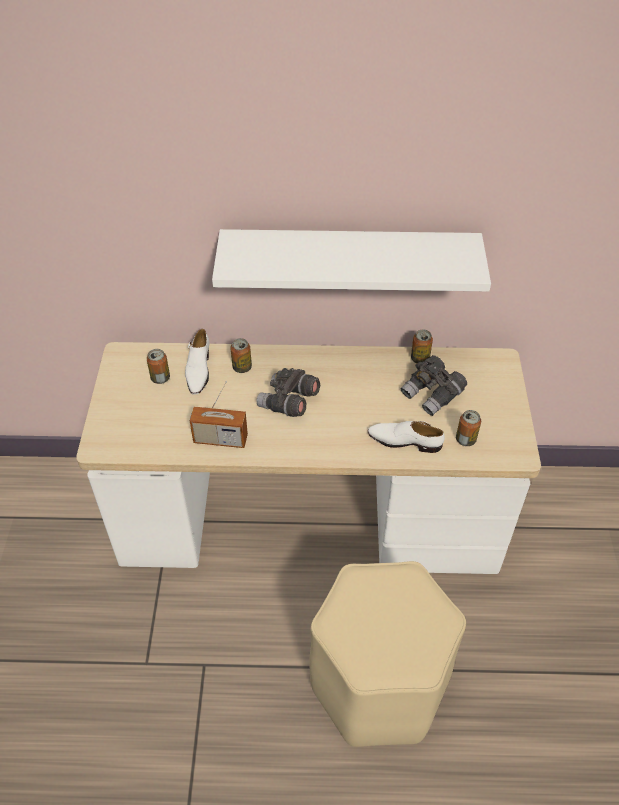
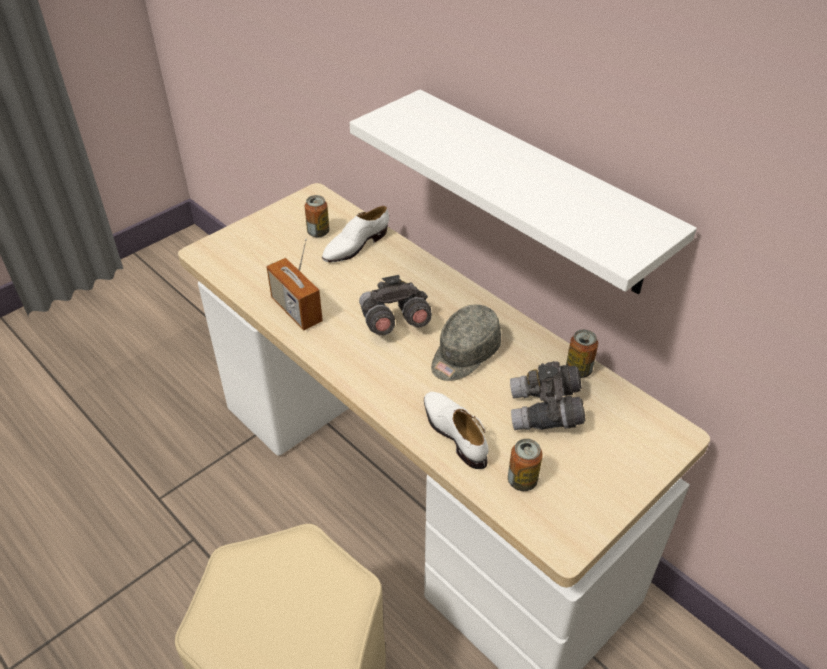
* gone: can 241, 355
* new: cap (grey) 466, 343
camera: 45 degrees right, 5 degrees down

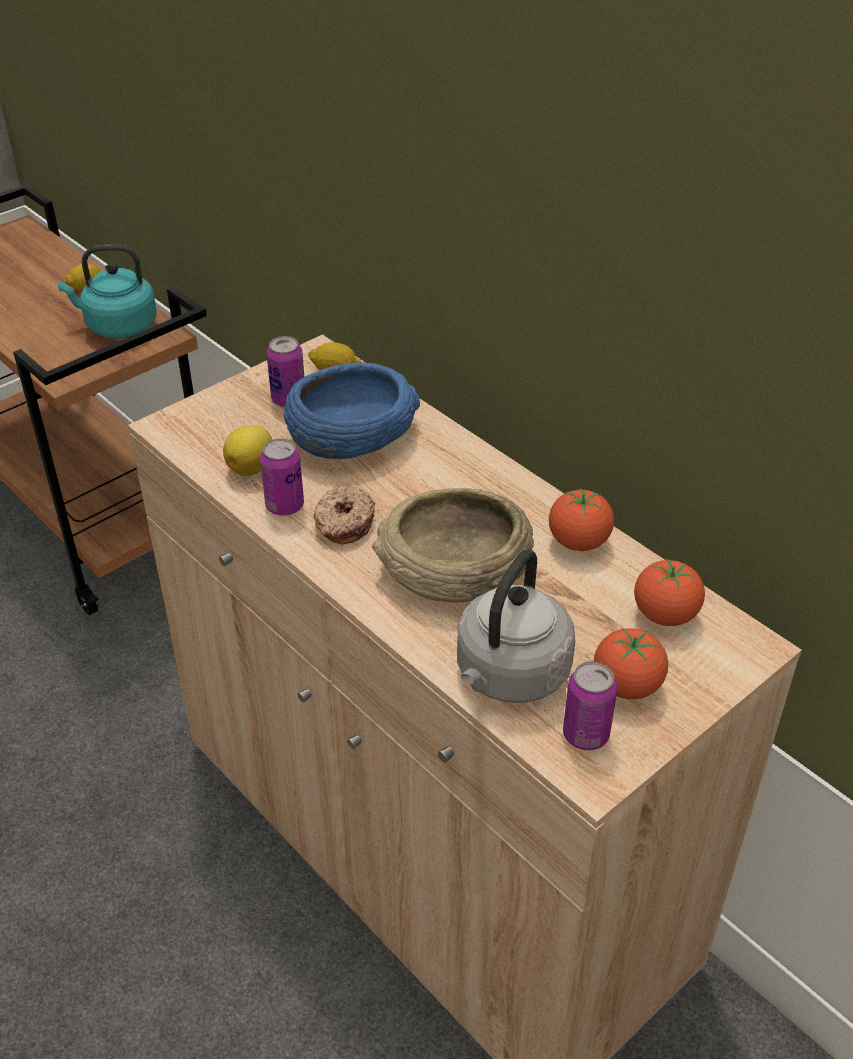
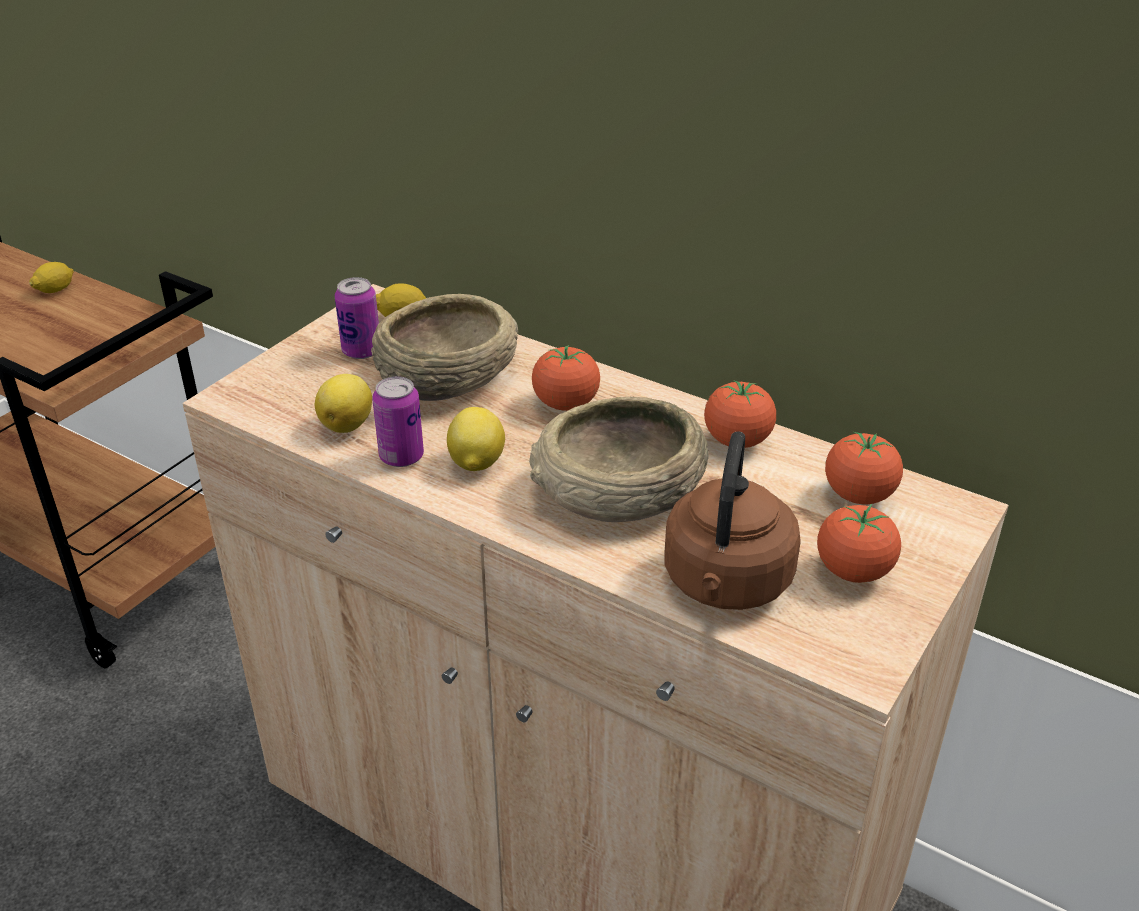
* gone: kettle (turquoise) 107, 291
* gone: can 590, 705
* new: tomato 566, 378
* swapped: donut 344, 515 to lemon 476, 439
* repainted: bowl (blue) 351, 411 to bowl (beige) 444, 347
* repainted: kettle (grey) 516, 626 to kettle (brown) 732, 520
camera: 15 degrees left, 5 degrees down

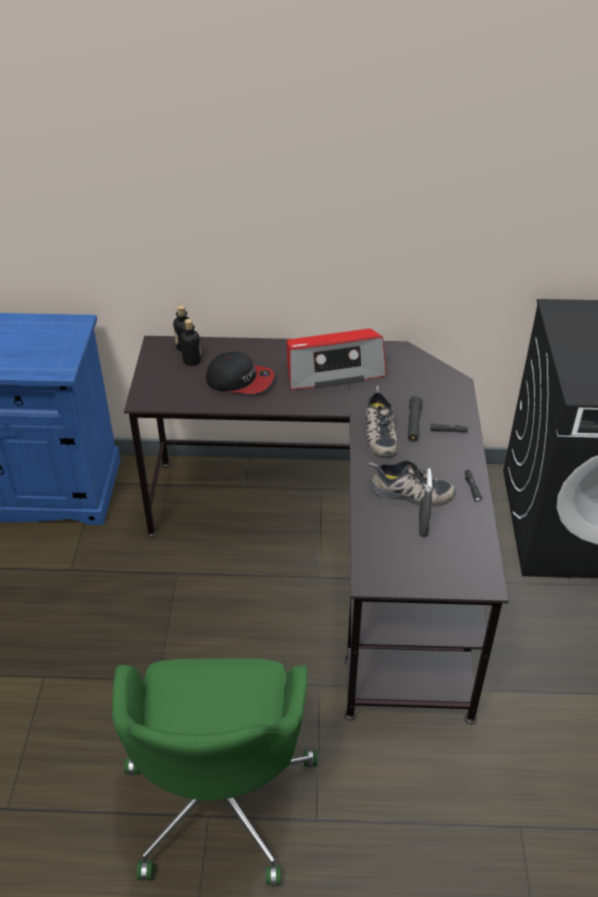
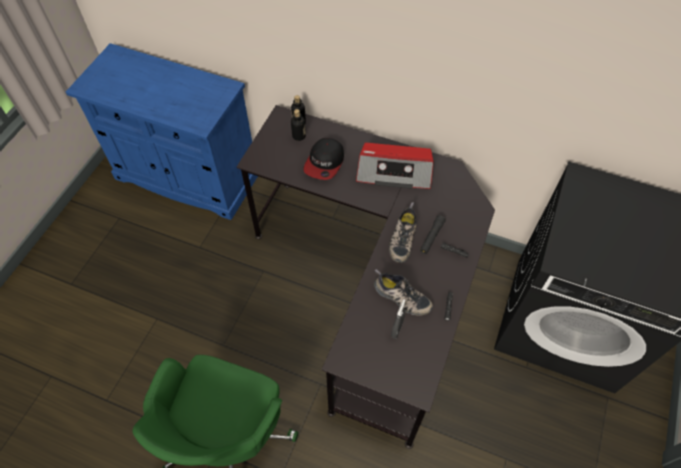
* rotated: cap 240, 372 = 323, 159 75 degrees clockwise
camera: 20 degrees right, 15 degrees up

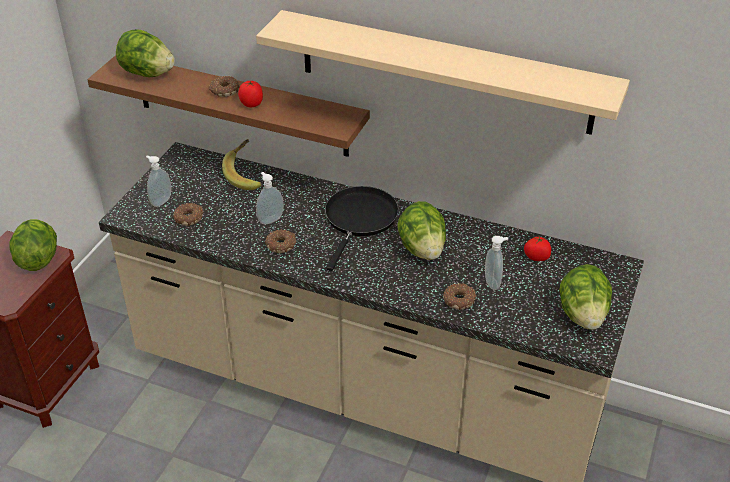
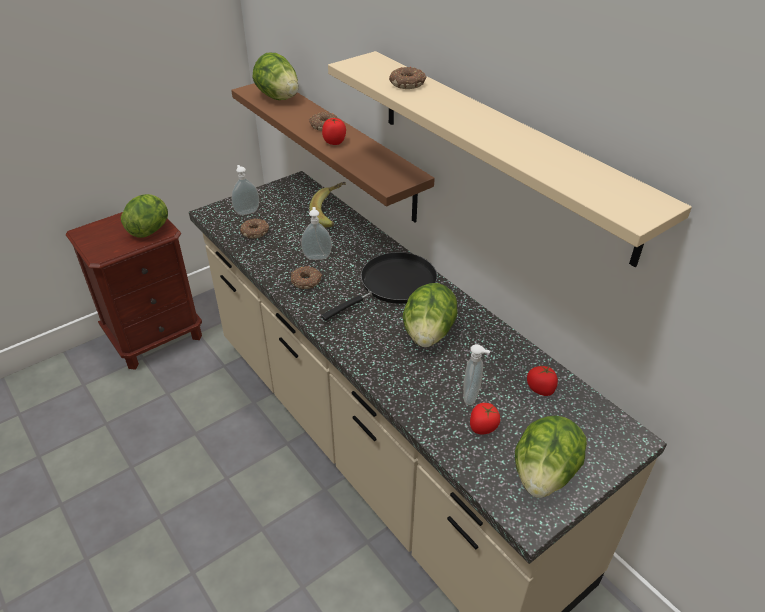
* new: tomato 485, 418
* shifted: donut 460, 296 to 407, 78
camera: 30 degrees right, 0 degrees up

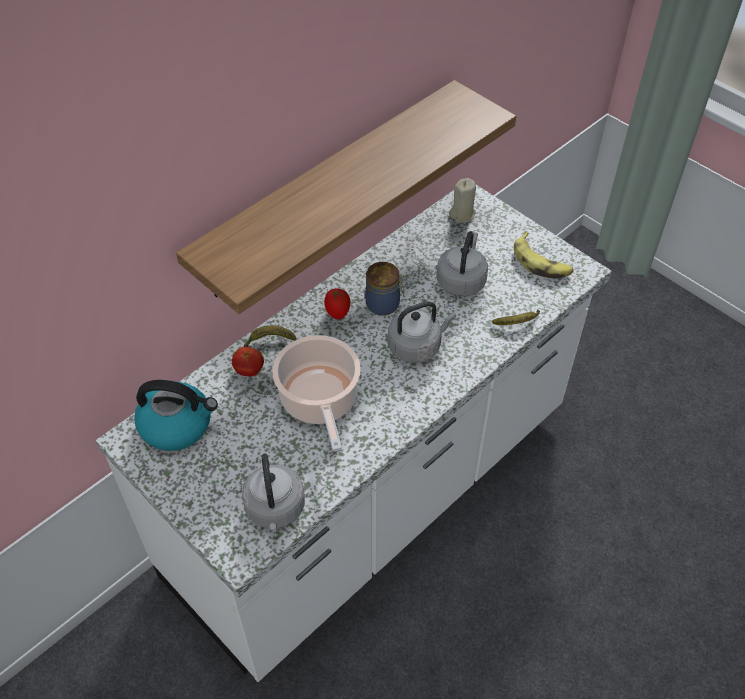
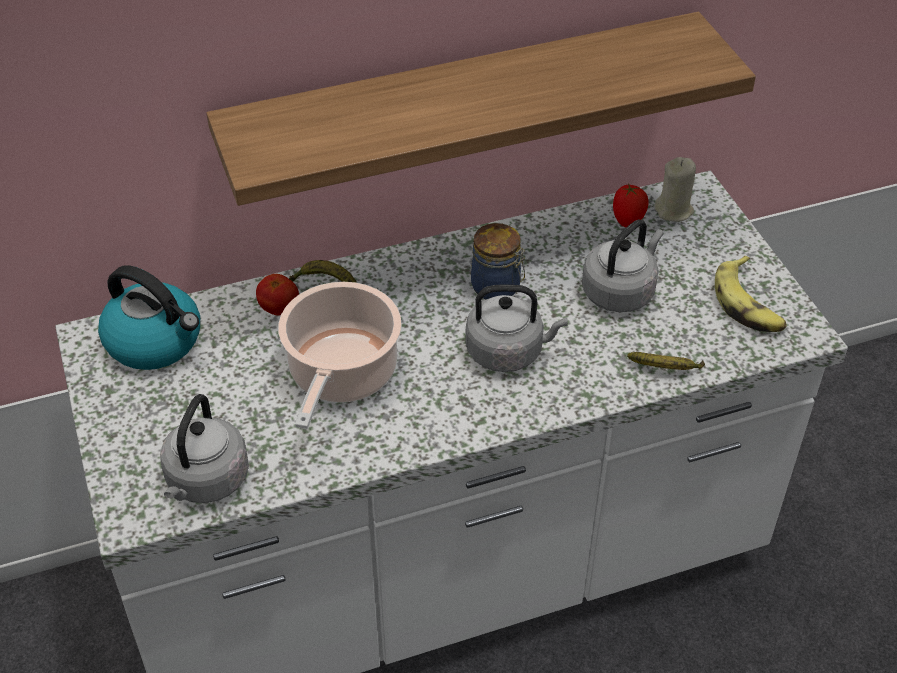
* shifted: tomato 337, 303 to 630, 205
camera: 25 degrees right, 5 degrees down

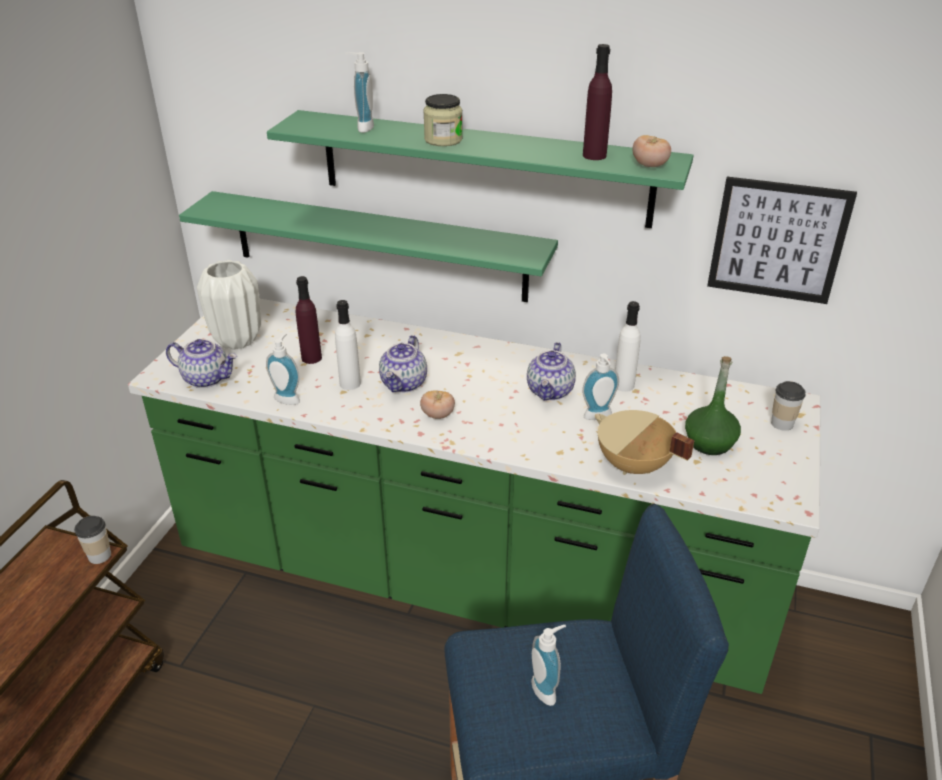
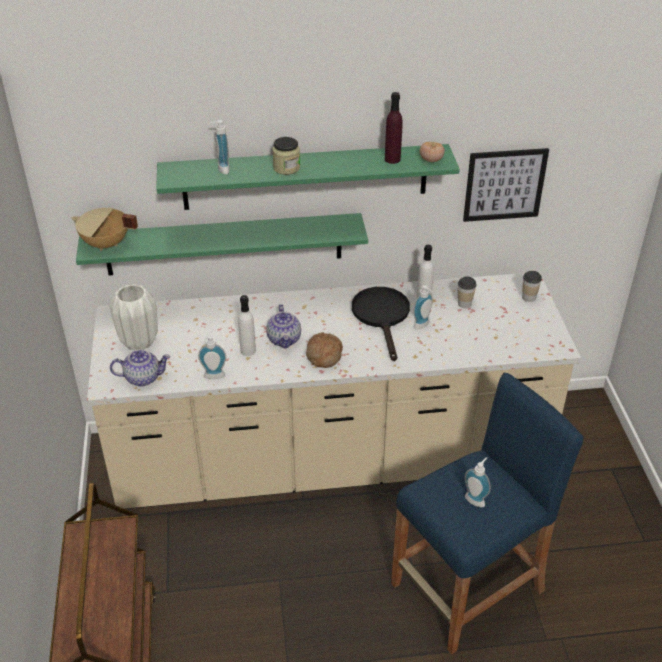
* gone: bottle (purple) 309, 320
* gone: bottle (green) 713, 405
* shifted: cup 92, 540 to 467, 292
* shifted: cooking pot (beige) 645, 442 to 105, 229
* swapped: tomato 437, 404 to bread 324, 350
* swapped: teapot 551, 371 to frying pan (black) 381, 324
* repainted: counter (green) 474, 496 to counter (beige) 334, 390
camera: 25 degrees left, 5 degrees up

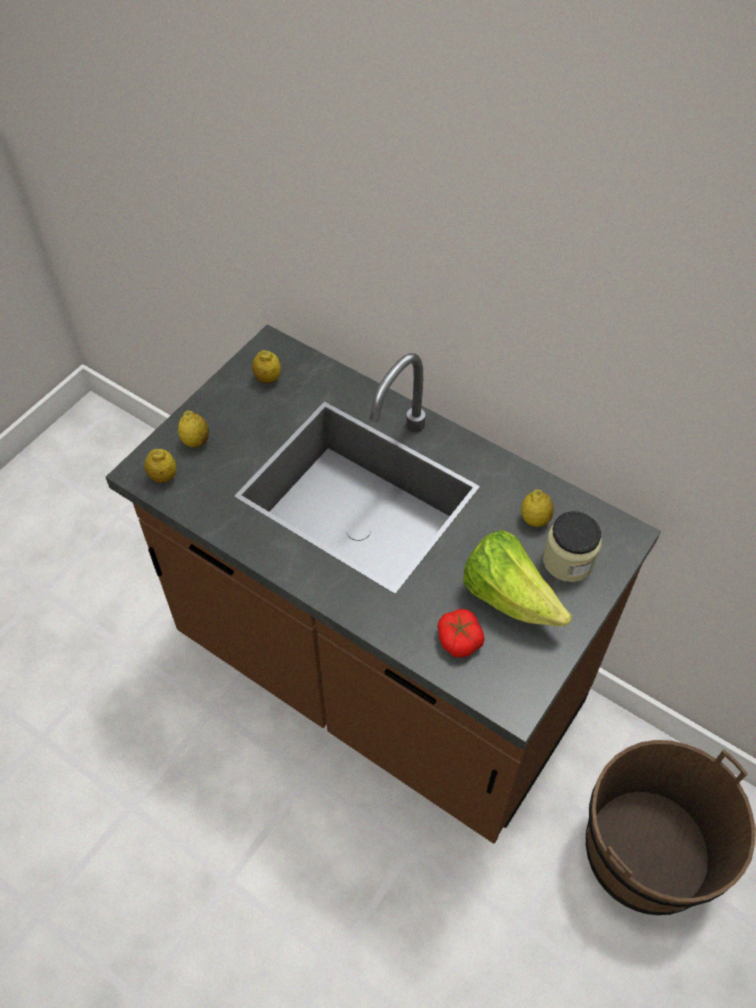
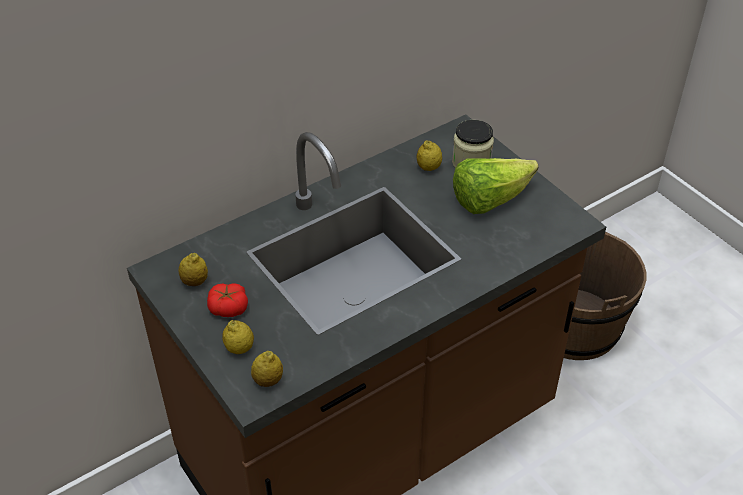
* shifted: tomato 461, 633 to 227, 300
camera: 70 degrees left, 10 degrees down

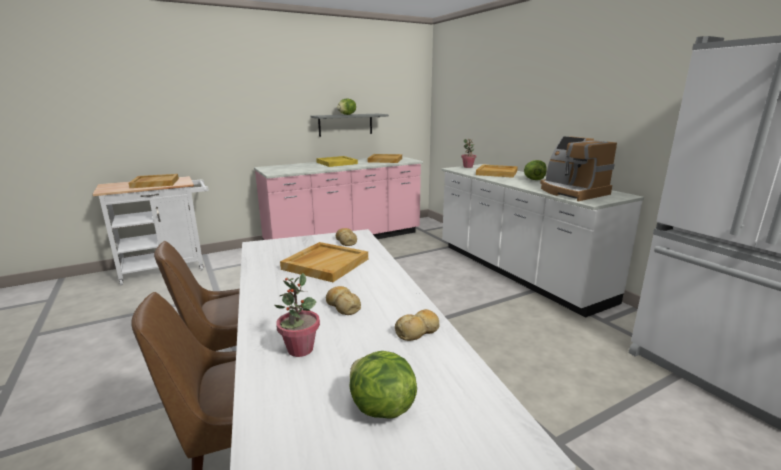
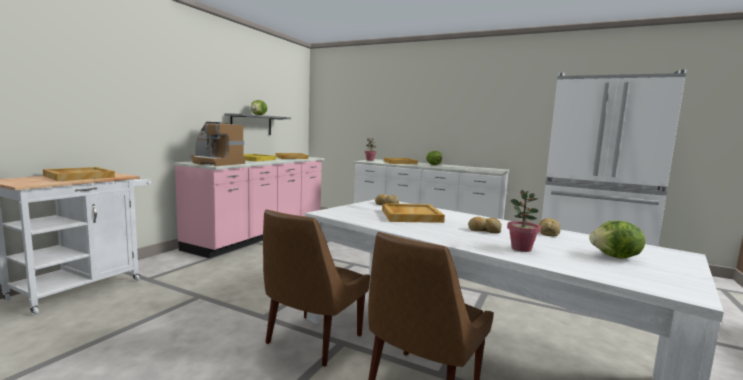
* shifted: coffee machine 578, 168 to 218, 144
camera: 35 degrees left, 10 degrees down

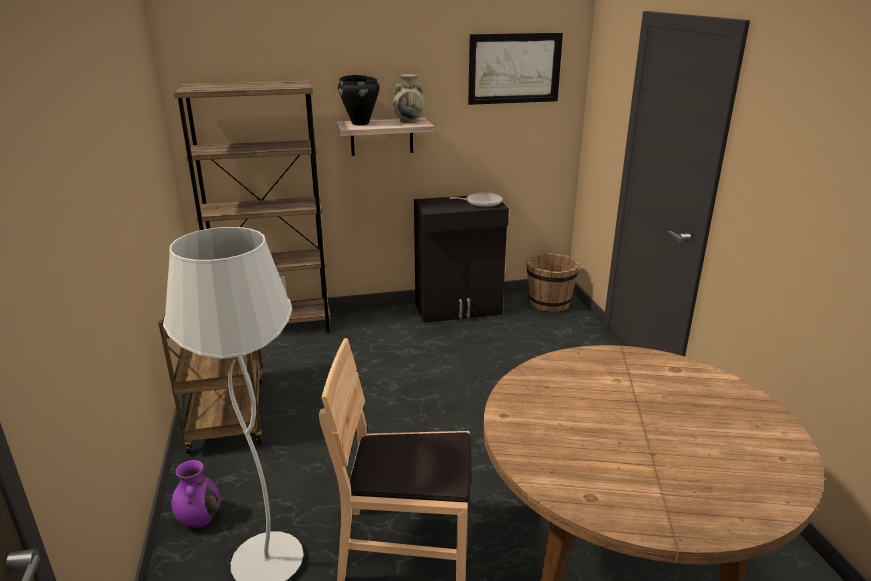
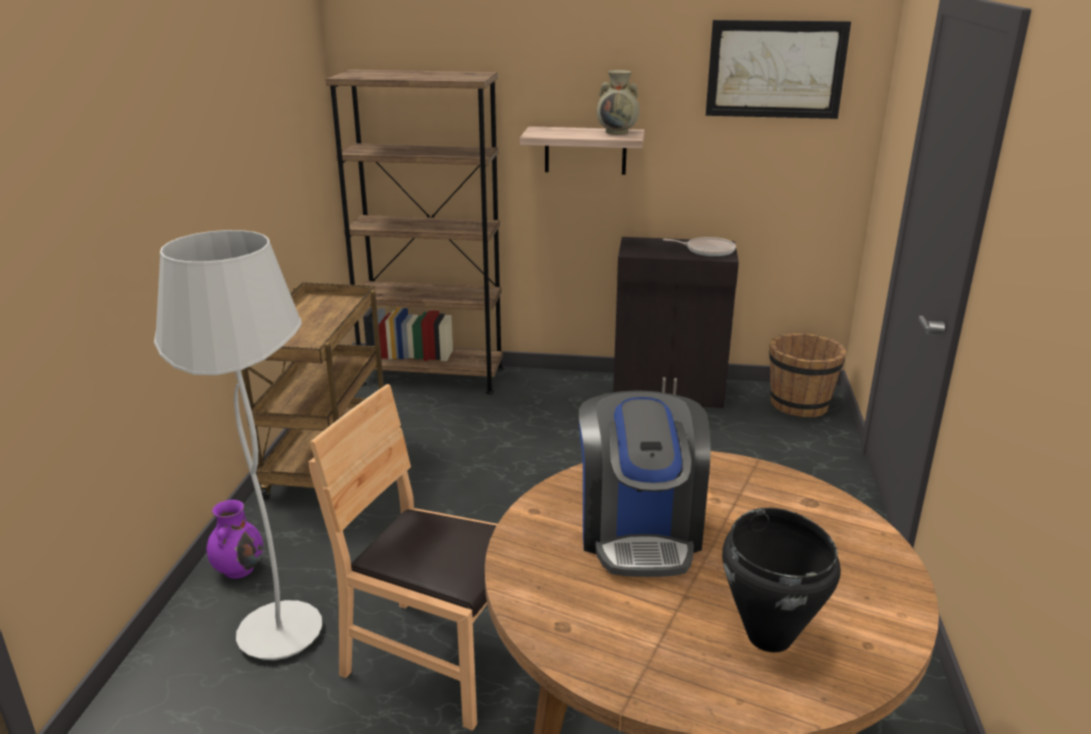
* new: coffee machine 645, 483
* shifted: cooking pot (black) 359, 100 to 781, 580
camera: 20 degrees right, 0 degrees up

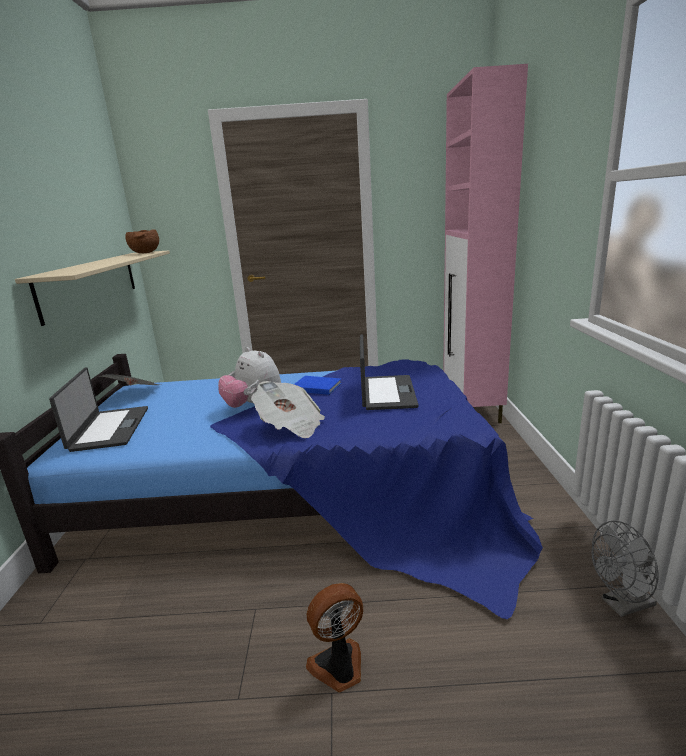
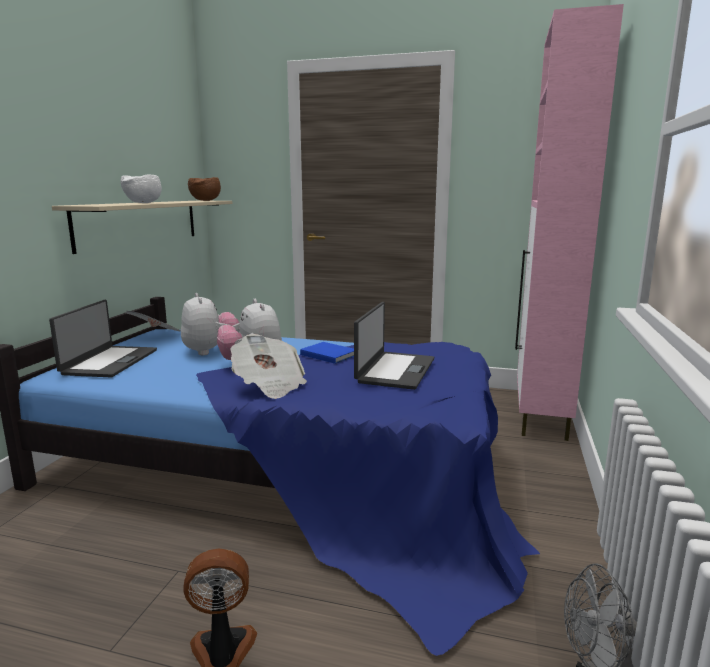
* new: bowl (white) 141, 189
* new: plush toy 210, 324
camera: 15 degrees right, 5 degrees down

